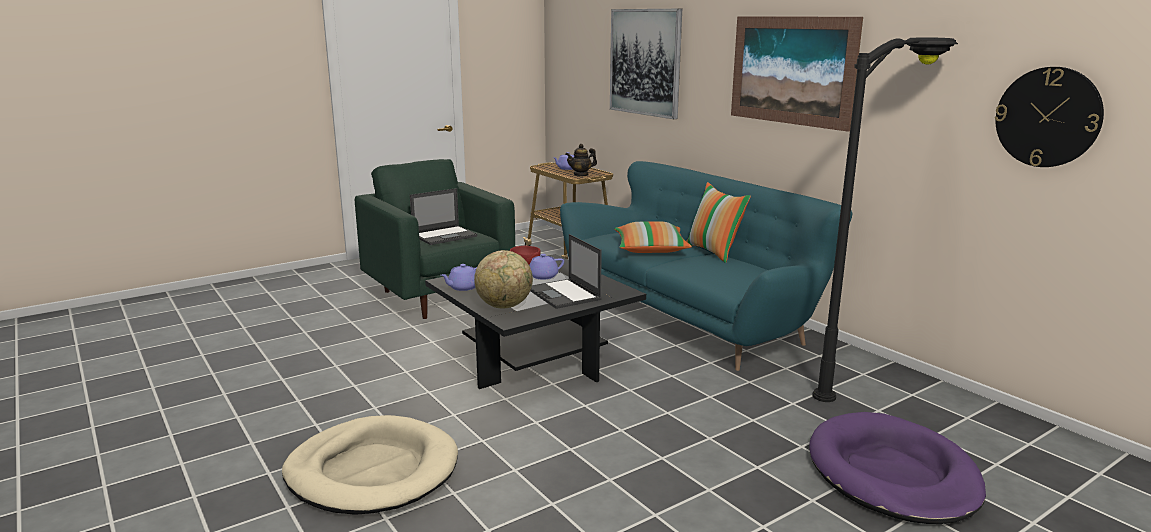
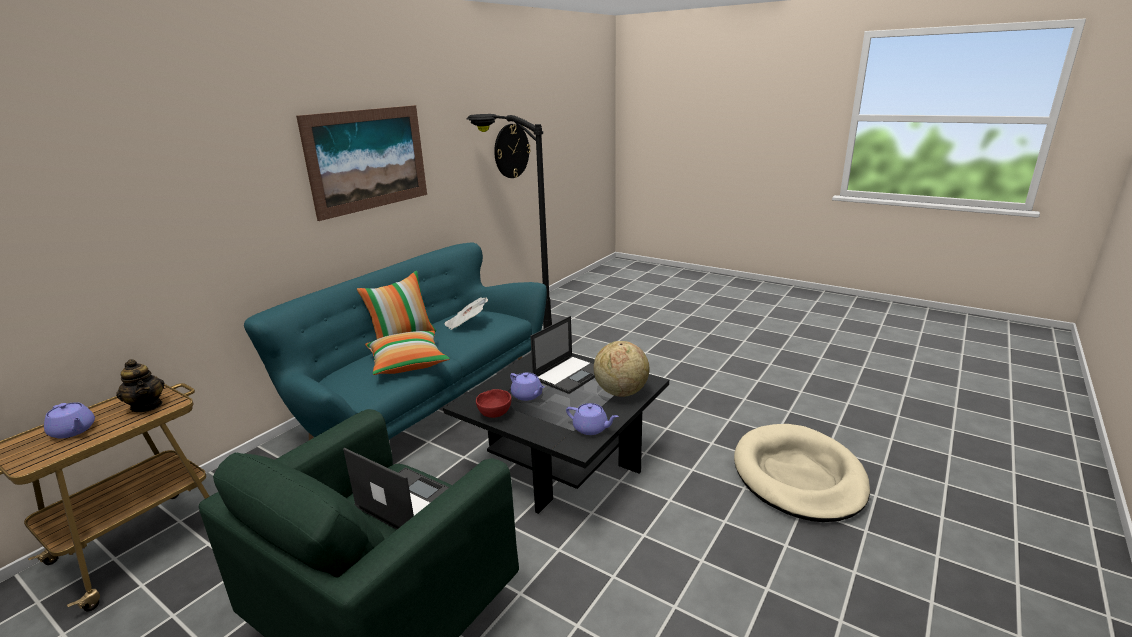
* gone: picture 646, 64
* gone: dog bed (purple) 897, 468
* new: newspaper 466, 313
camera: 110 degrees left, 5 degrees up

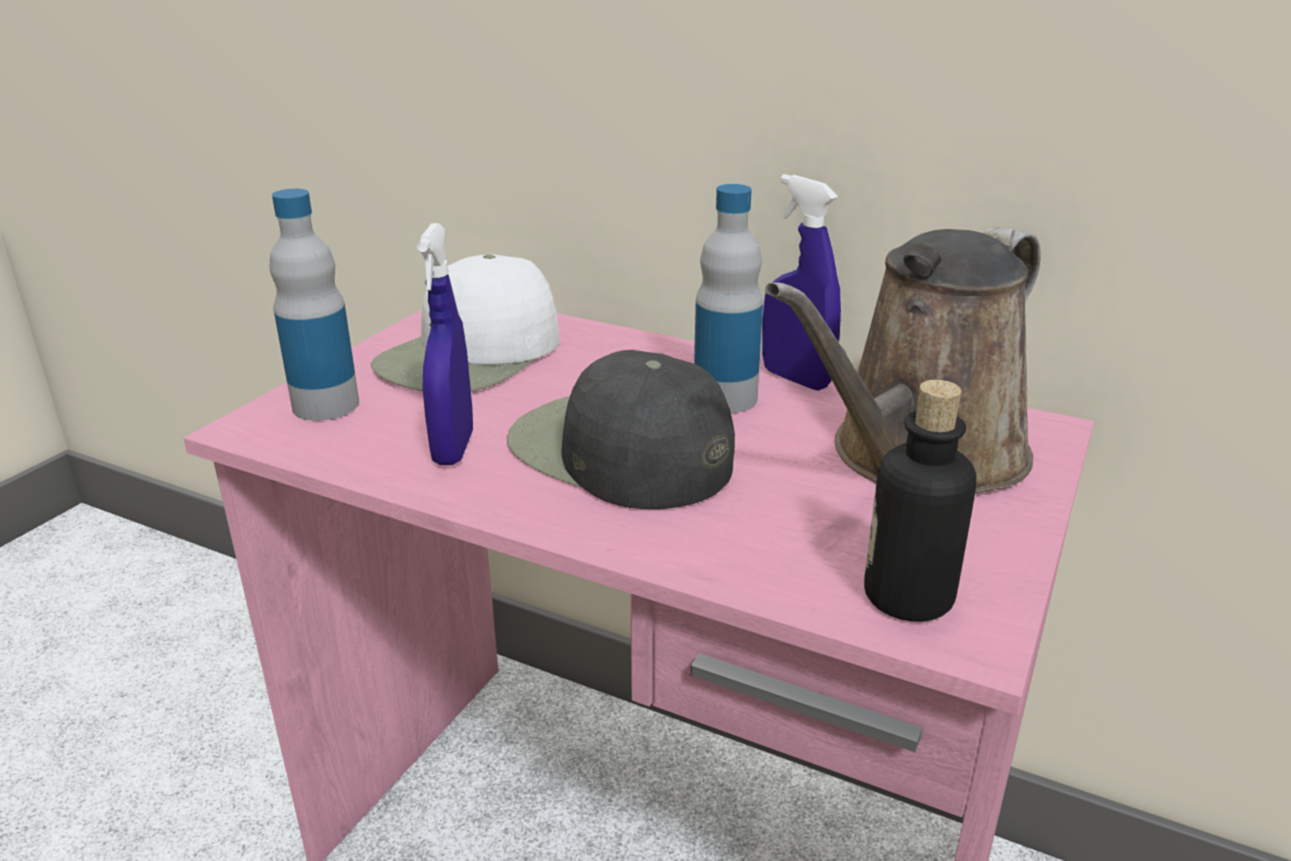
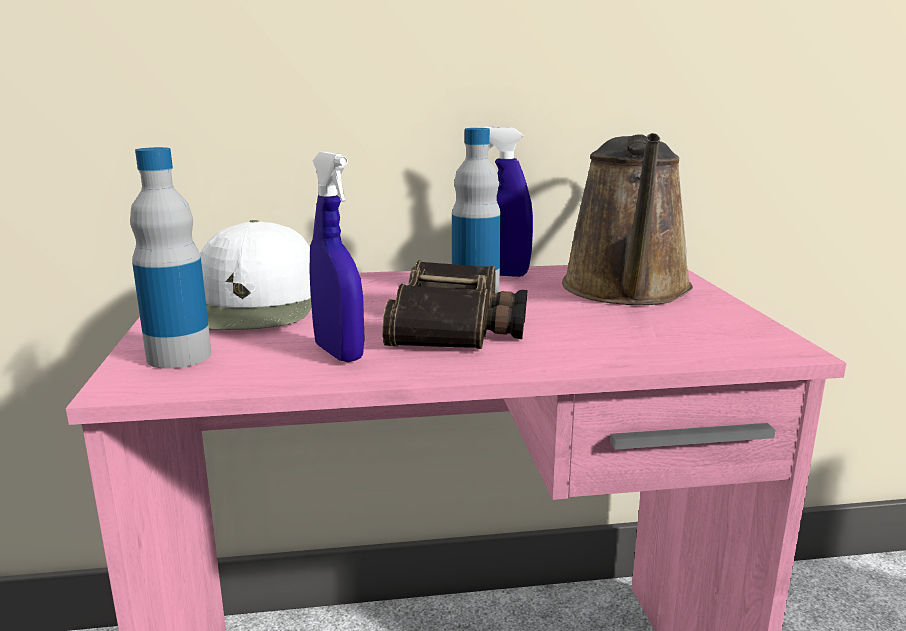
* gone: bottle 920, 501
* swapped: cap (black) 621, 429 to binoculars 454, 304
camera: 35 degrees left, 10 degrees down

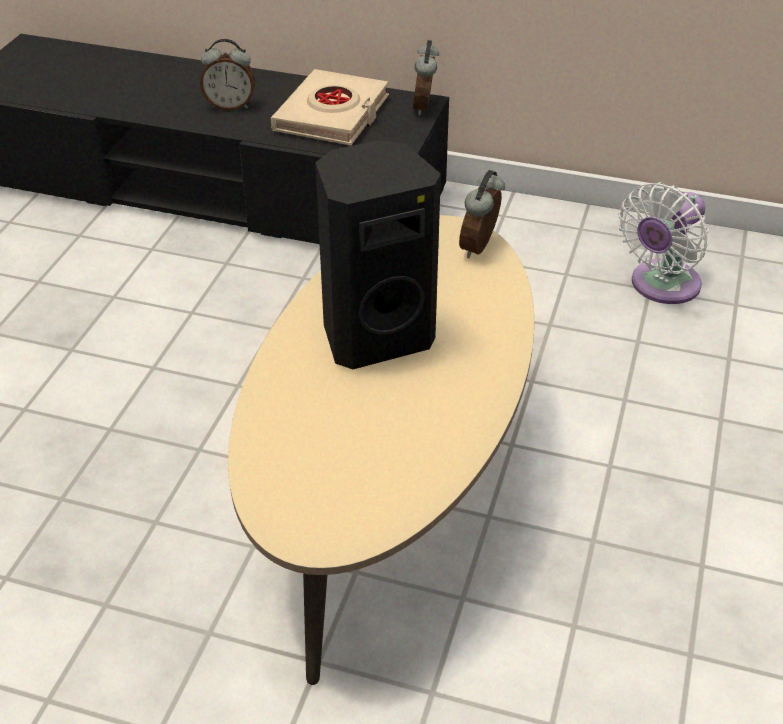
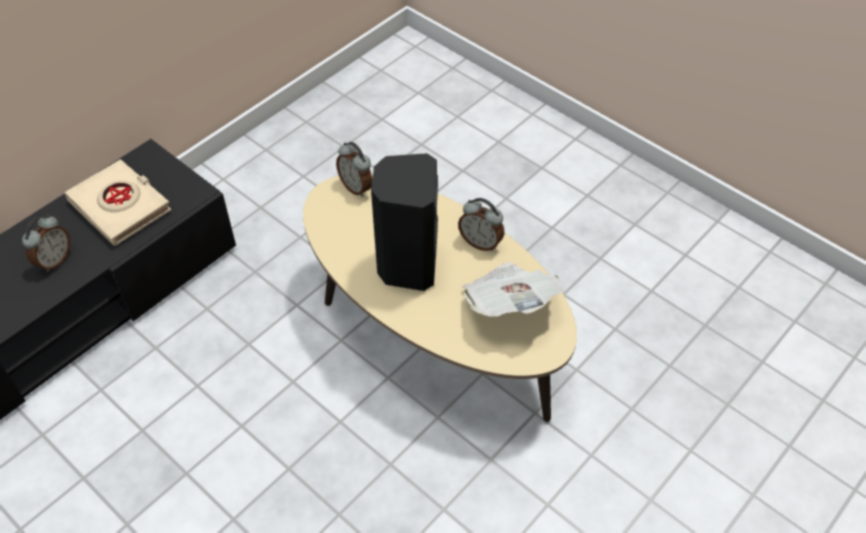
* gone: fan (white) 664, 243
* new: newspaper 513, 289
* shifted: alarm clock 426, 78 to 481, 224
camera: 65 degrees left, 10 degrees up

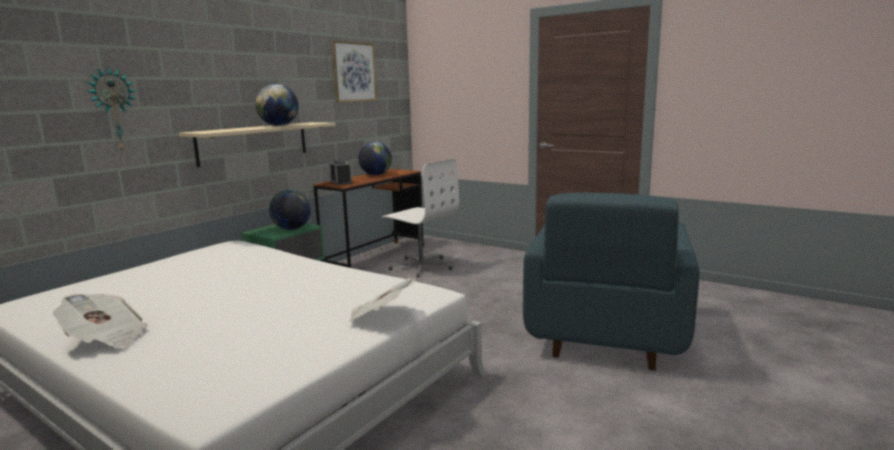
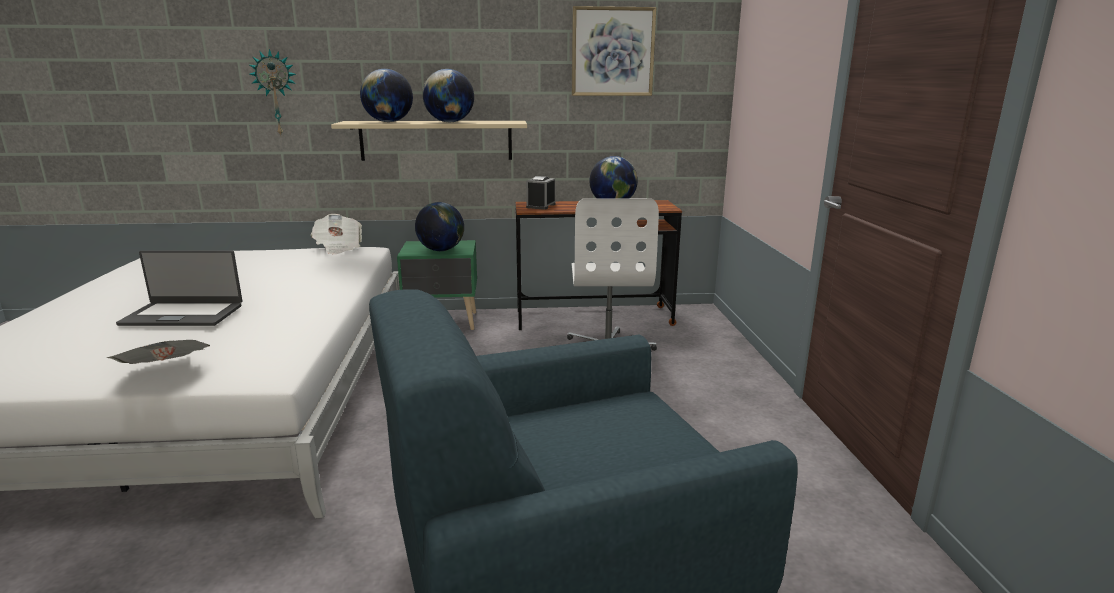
* new: laptop 179, 288
* new: globe 386, 95
* shifted: newspaper 100, 321 to 336, 234
camera: 50 degrees right, 5 degrees up

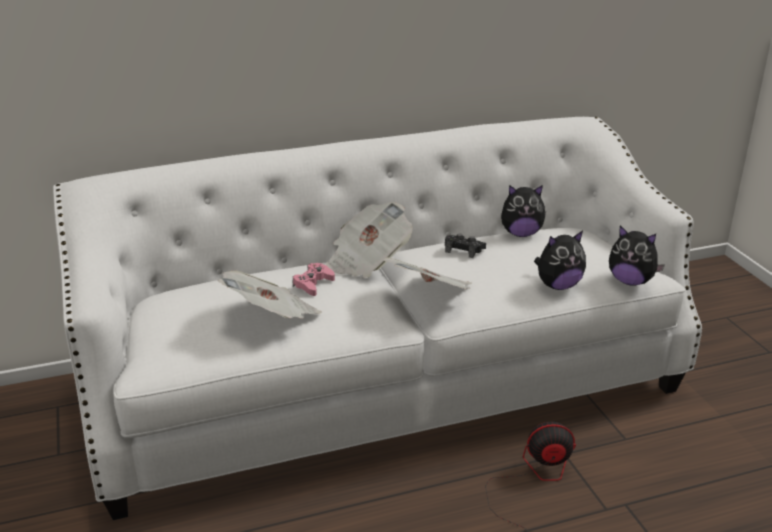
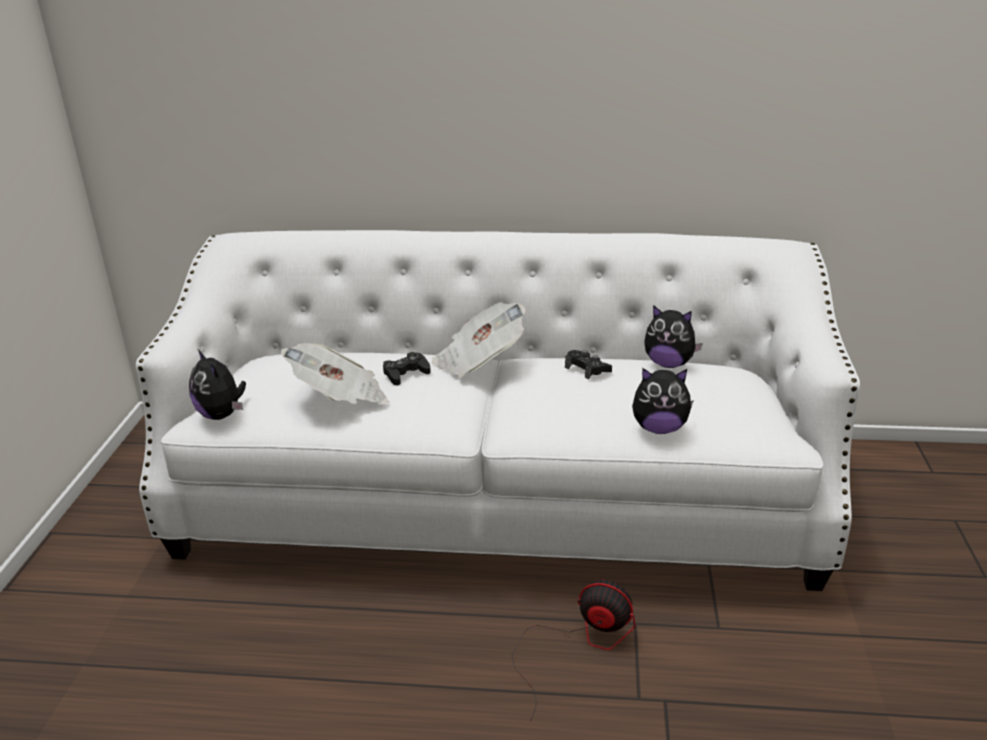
* gone: newspaper 427, 273
* shifted: plush toy 637, 256 to 217, 384
* repainted: game controller (pink) 314, 279 to game controller (black) 407, 369
camera: 25 degrees right, 0 degrees up

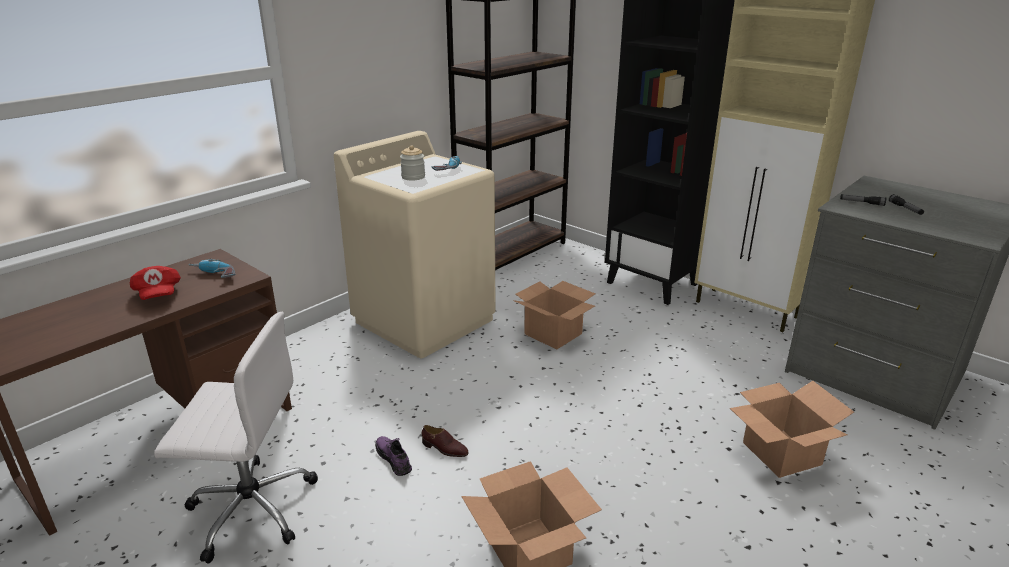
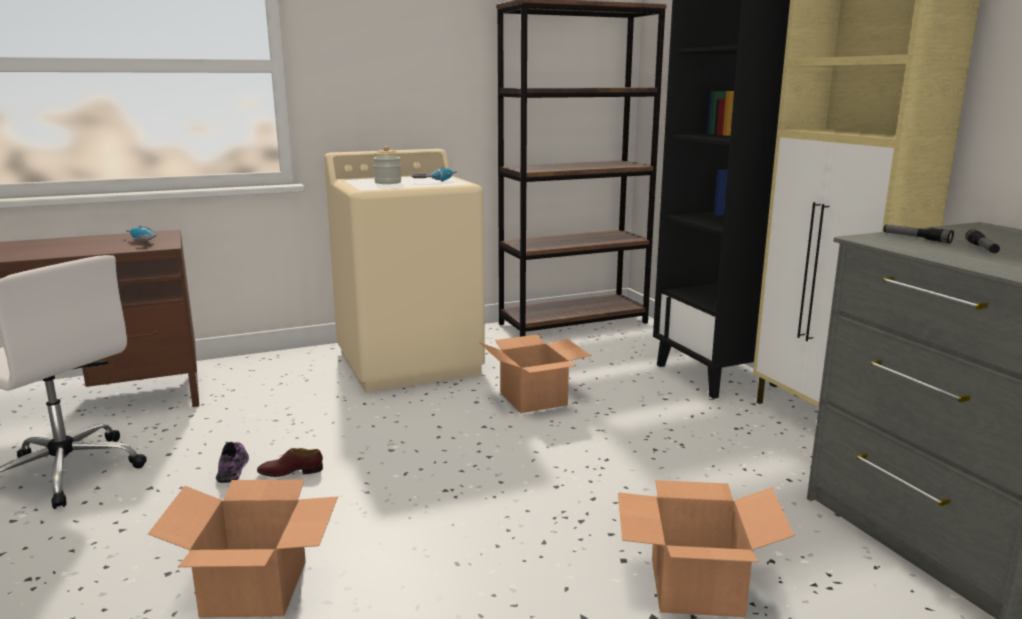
* gone: cap (red) 155, 283
* rotated: shoe (brown) 445, 441 = 290, 462 120 degrees clockwise
camera: 25 degrees right, 10 degrees down

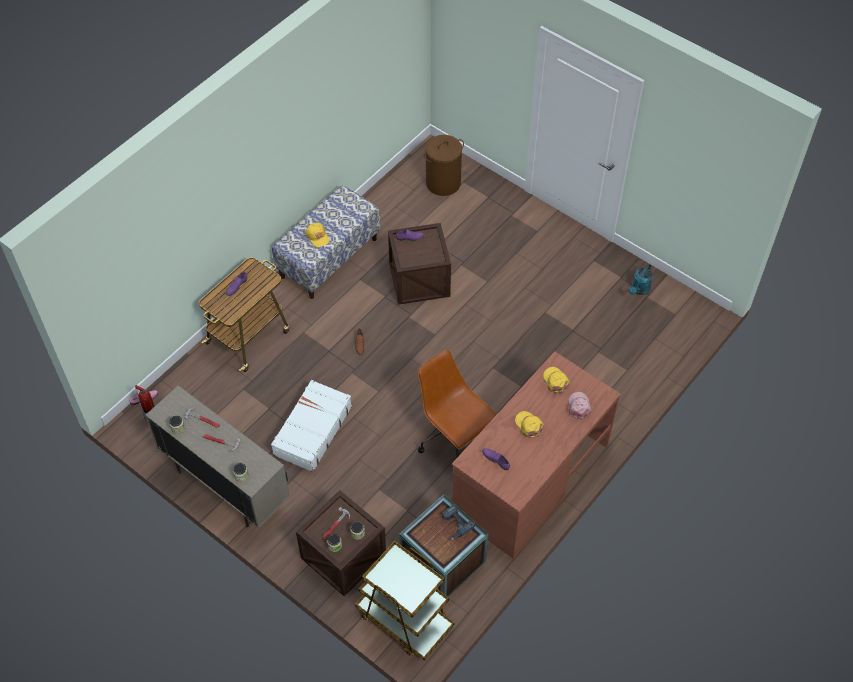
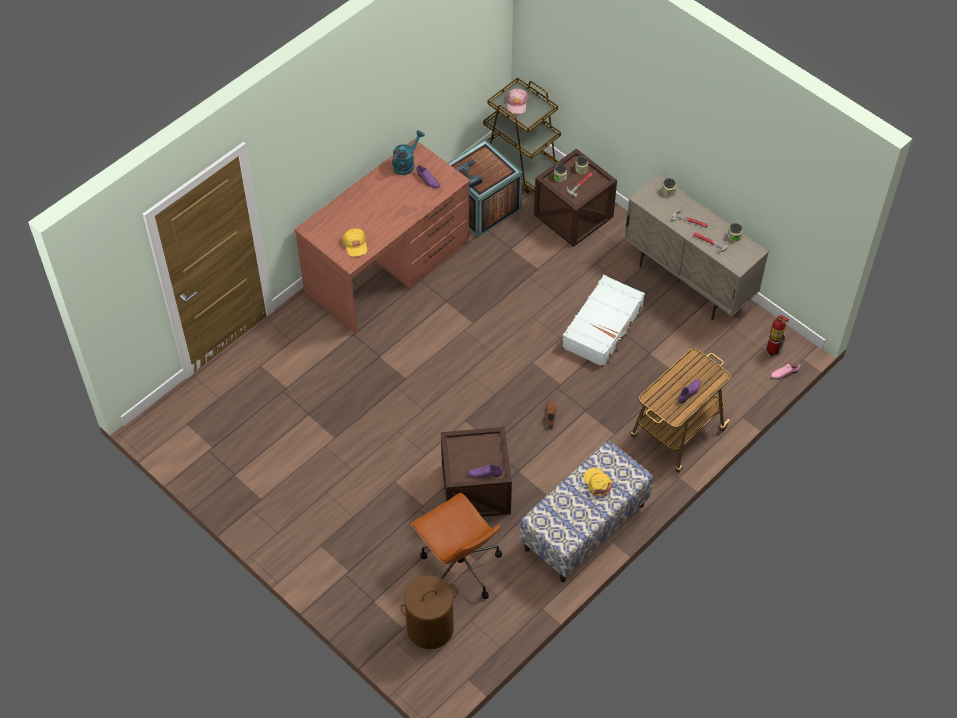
* gone: cap (yellow) 529, 424
* shifted: office chair (brown) 457, 403 to 456, 546
* shifted: cap (pink) 580, 406 to 517, 101
* shifted: watering can (turquoise) 641, 279 to 408, 152
camera: 175 degrees left, 0 degrees up

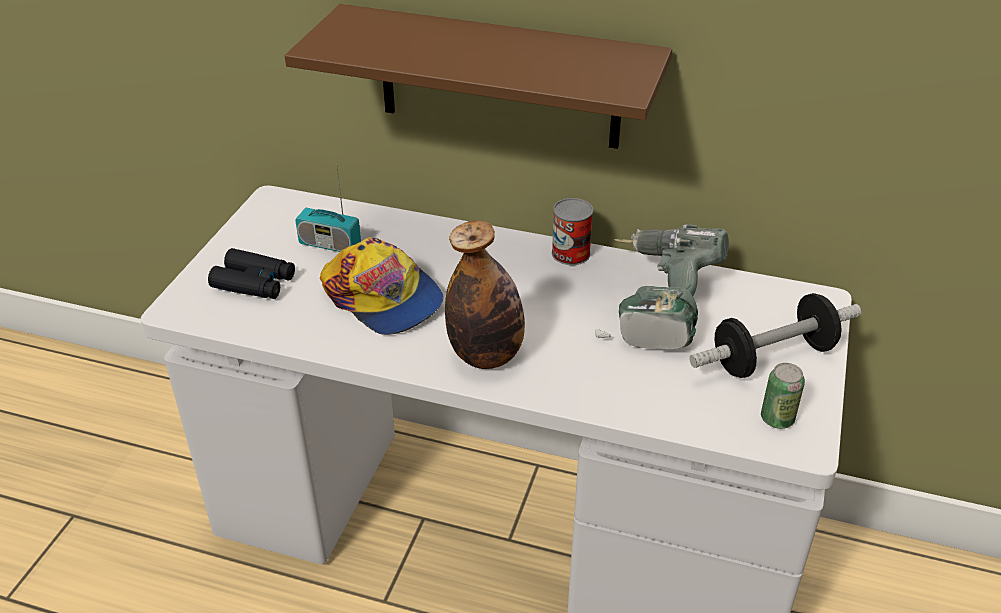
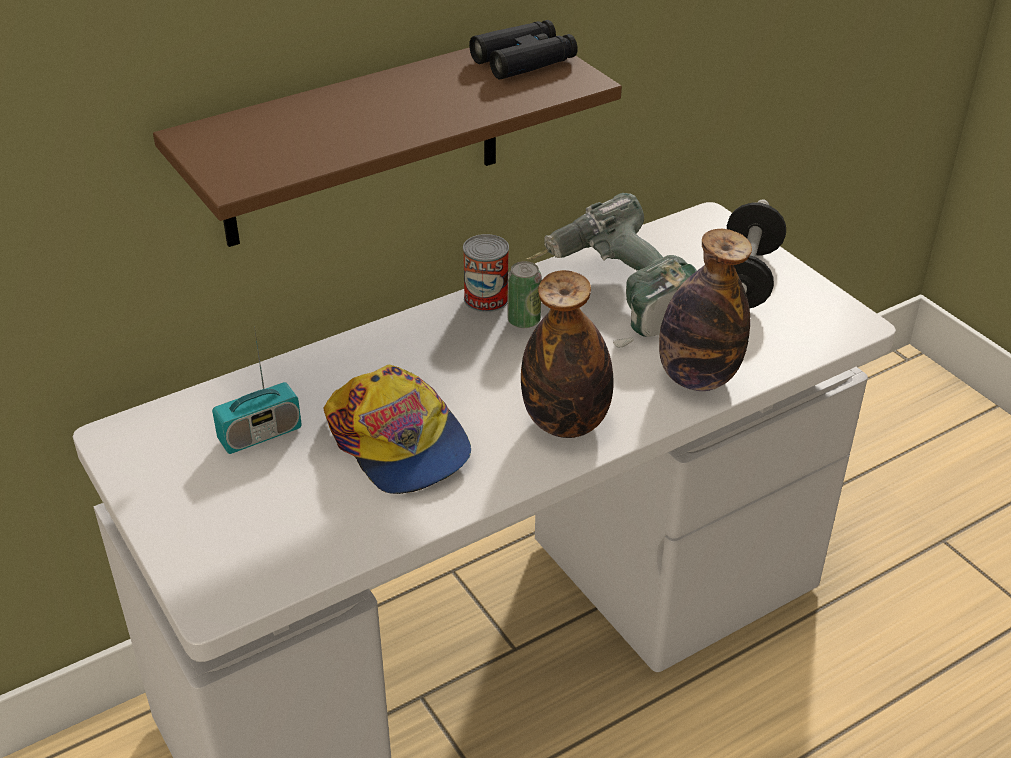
* new: bottle 705, 310
* shifted: binoculars (black) 251, 273 to 523, 50
* shifted: can 783, 396 to 525, 294
* rotated: cap 382, 286 = 397, 429 60 degrees clockwise
camera: 50 degrees left, 0 degrees up

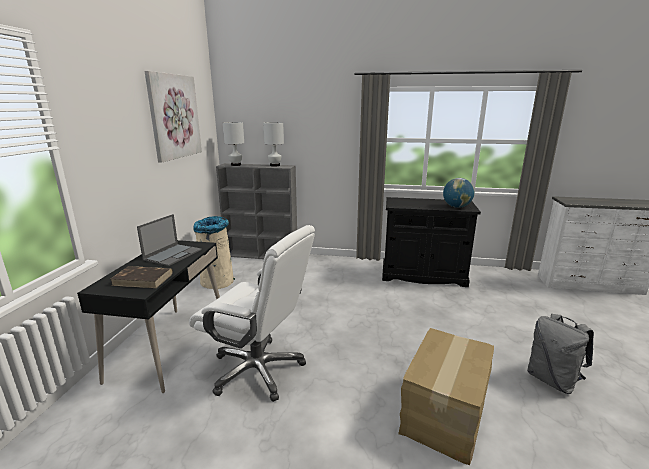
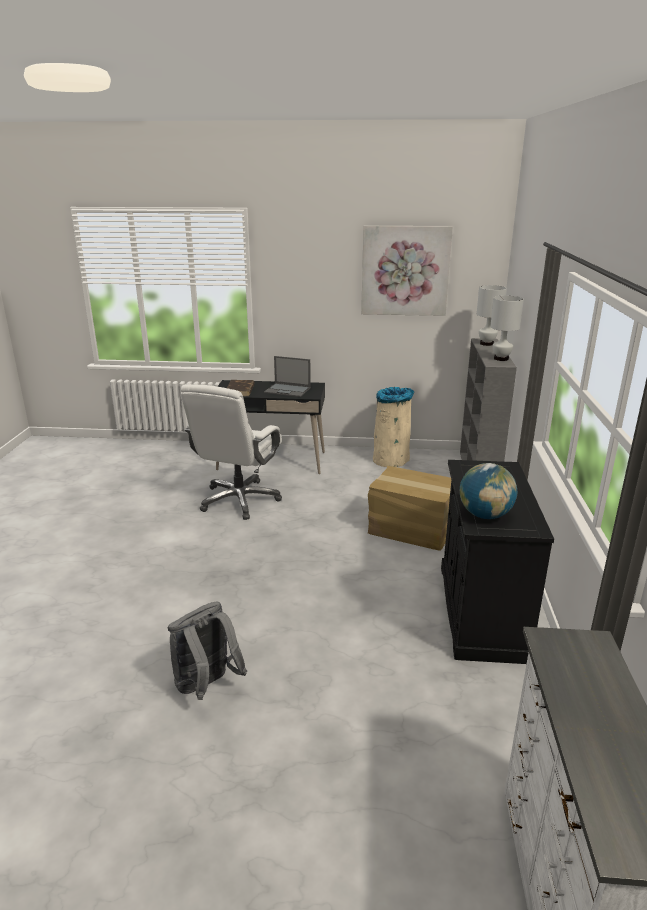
* shifted: cardboard box 446, 396 to 409, 508
camera: 85 degrees right, 5 degrees up

